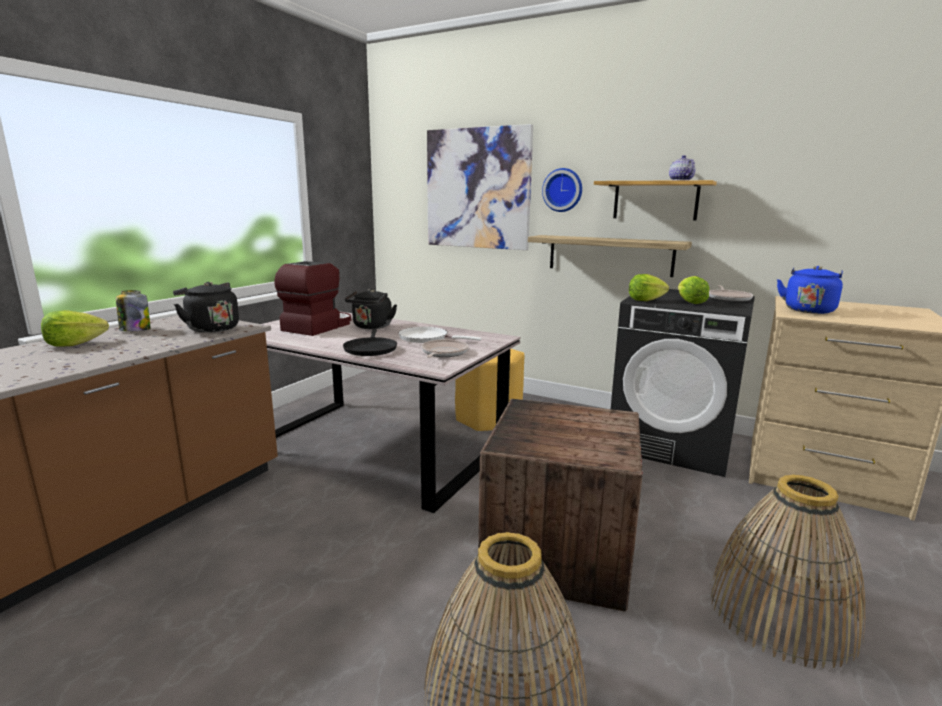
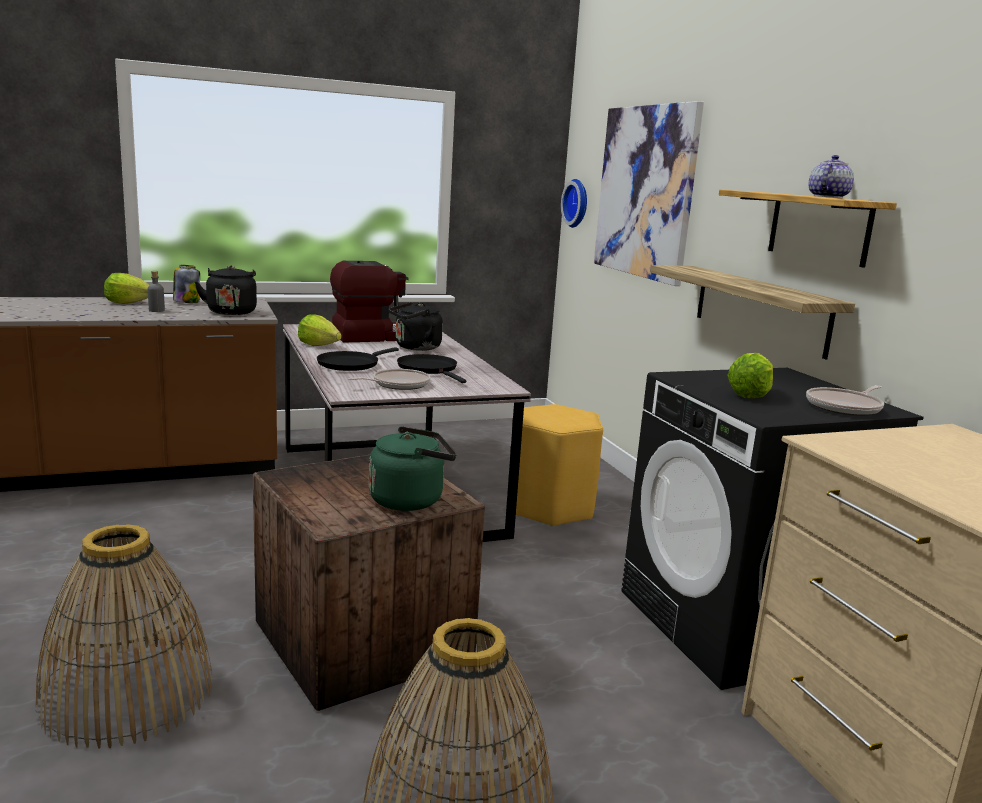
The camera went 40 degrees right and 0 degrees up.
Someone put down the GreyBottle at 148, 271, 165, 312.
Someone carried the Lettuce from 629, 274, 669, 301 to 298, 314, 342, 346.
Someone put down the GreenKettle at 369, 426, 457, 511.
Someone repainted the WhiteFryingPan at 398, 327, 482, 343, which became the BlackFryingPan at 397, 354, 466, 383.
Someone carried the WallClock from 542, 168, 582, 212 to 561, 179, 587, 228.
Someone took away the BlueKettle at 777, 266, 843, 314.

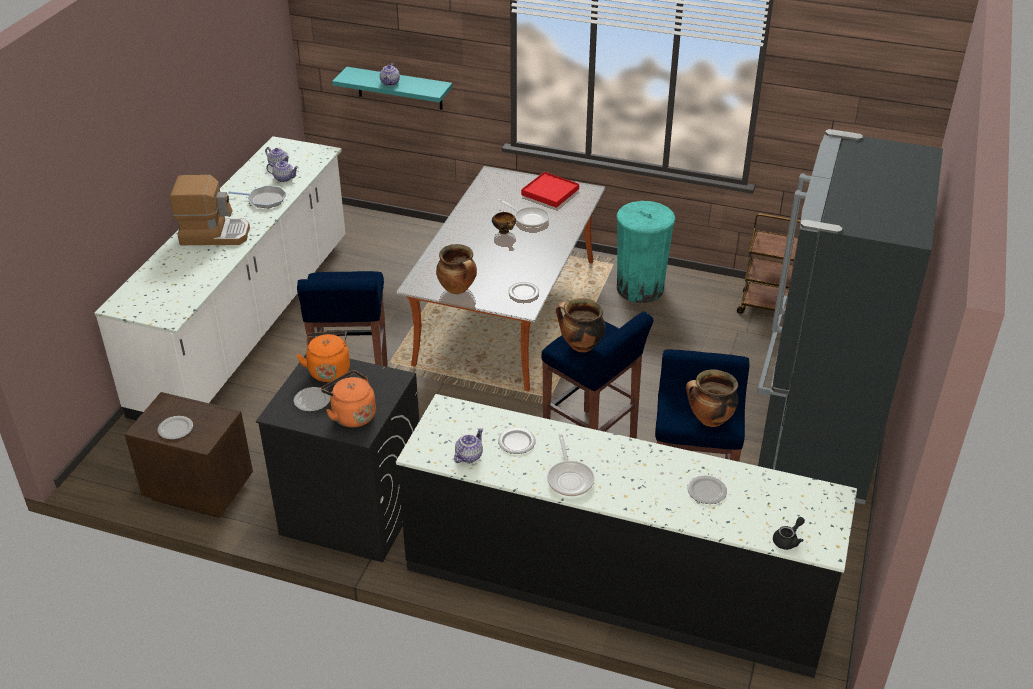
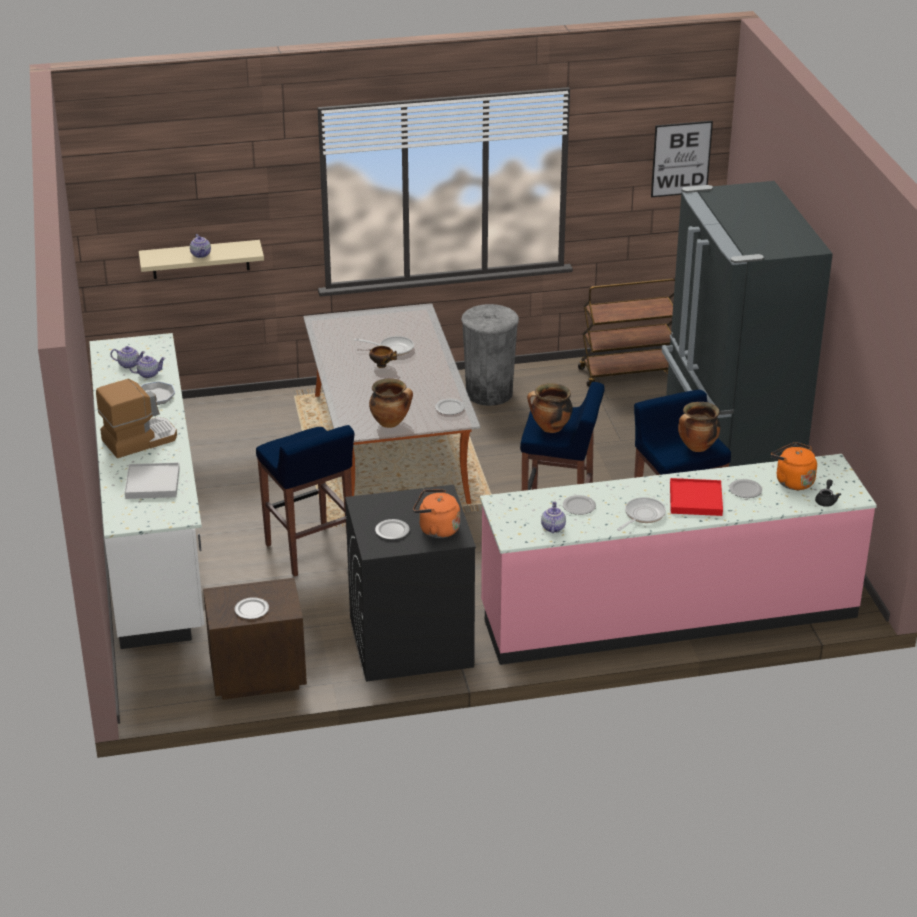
The camera went 30 degrees left and 5 degrees down.
Someone put down the WhiteTray at 125, 462, 180, 499.
Someone repainted the TurquoiseShelf at 332, 67, 452, 110, which became the BeigeShelf at 139, 240, 264, 279.
Someone repainted the TurquoiseTrashCan at 616, 201, 676, 303, which became the GreyTrashCan at 461, 304, 519, 406.
Someone repainted the BlackCounter at 396, 394, 857, 678, which became the PinkCounter at 480, 454, 877, 665.
Someone rotated the FryingPan at 547, 434, 594, 496 by 105 degrees counterclockwise.
Someone put up the Picture at 651, 121, 713, 197.
Someone carried the RedTray from 521, 172, 579, 208 to 670, 478, 723, 516.
Someone carried the OrangeKettle from 296, 331, 350, 382 to 771, 442, 817, 490.

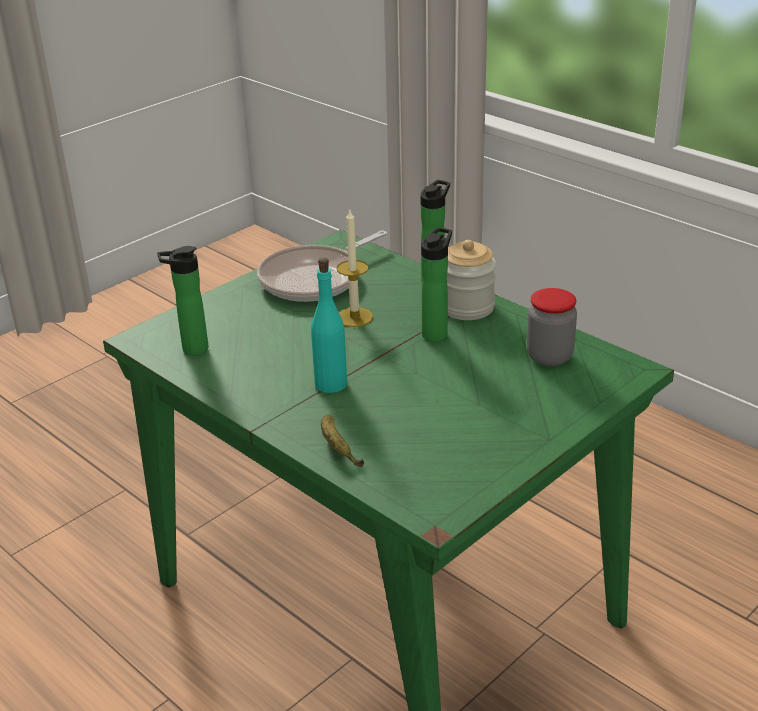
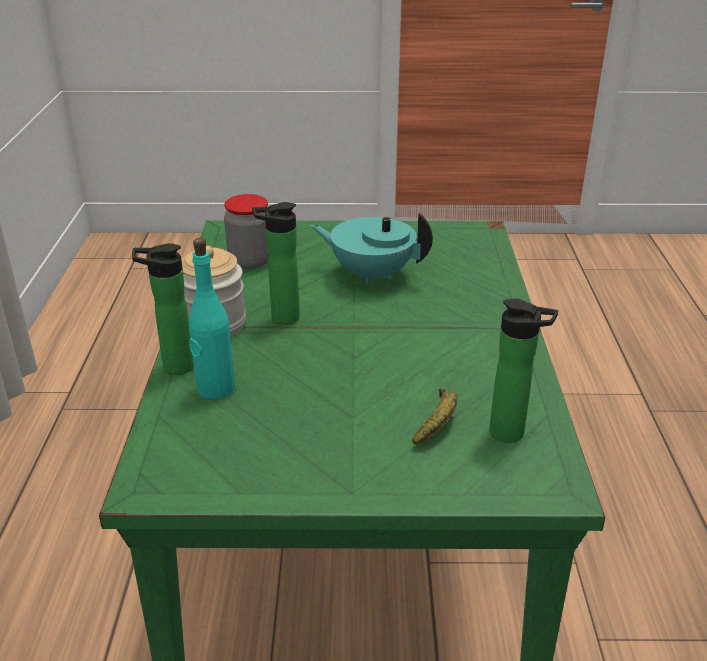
The camera went 135 degrees left and 0 degrees up.
Someone carried the TurquoiseBottle from 311, 258, 347, 393 to 189, 238, 235, 399.
Someone put down the TurquoiseTeapot at 310, 212, 433, 284.
Someone carried the Banana from 321, 415, 364, 467 to 412, 389, 457, 445.
Someone took away the FryingPan at 257, 231, 387, 302.
Someone took away the Candle at 337, 210, 373, 327.

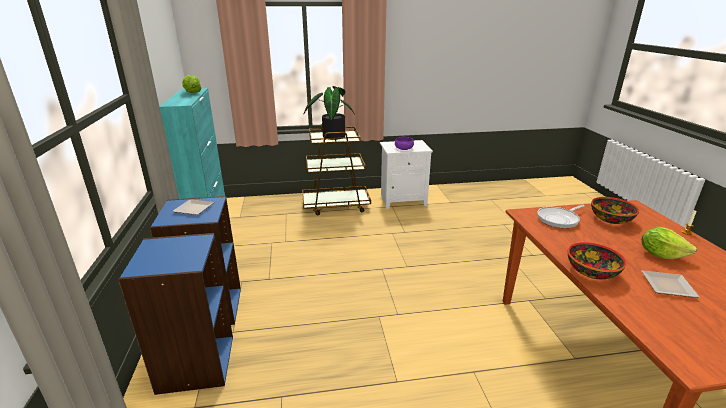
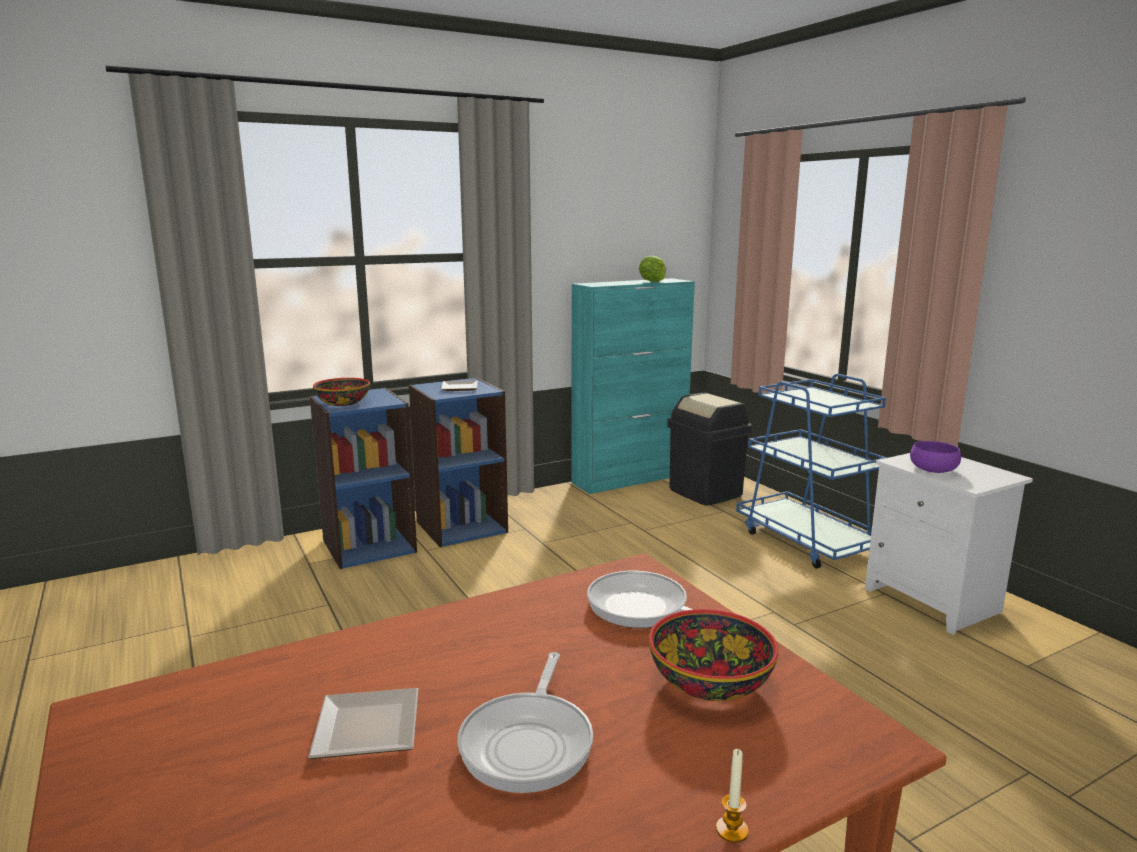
The camera went 70 degrees right and 10 degrees down.
Someone carried the Bowl from 568, 242, 627, 279 to 313, 378, 370, 406.
Someone swapped the Lettuce at 642, 227, 697, 259 for the FryingPan at 457, 652, 593, 793.
Someone put down the BlackTrashCan at 667, 393, 752, 506.
Someone repainted the BrownCart at 302, 125, 371, 216, which became the BlueCart at 736, 374, 887, 569.
Someone took away the PottedPlant at 304, 86, 355, 140.

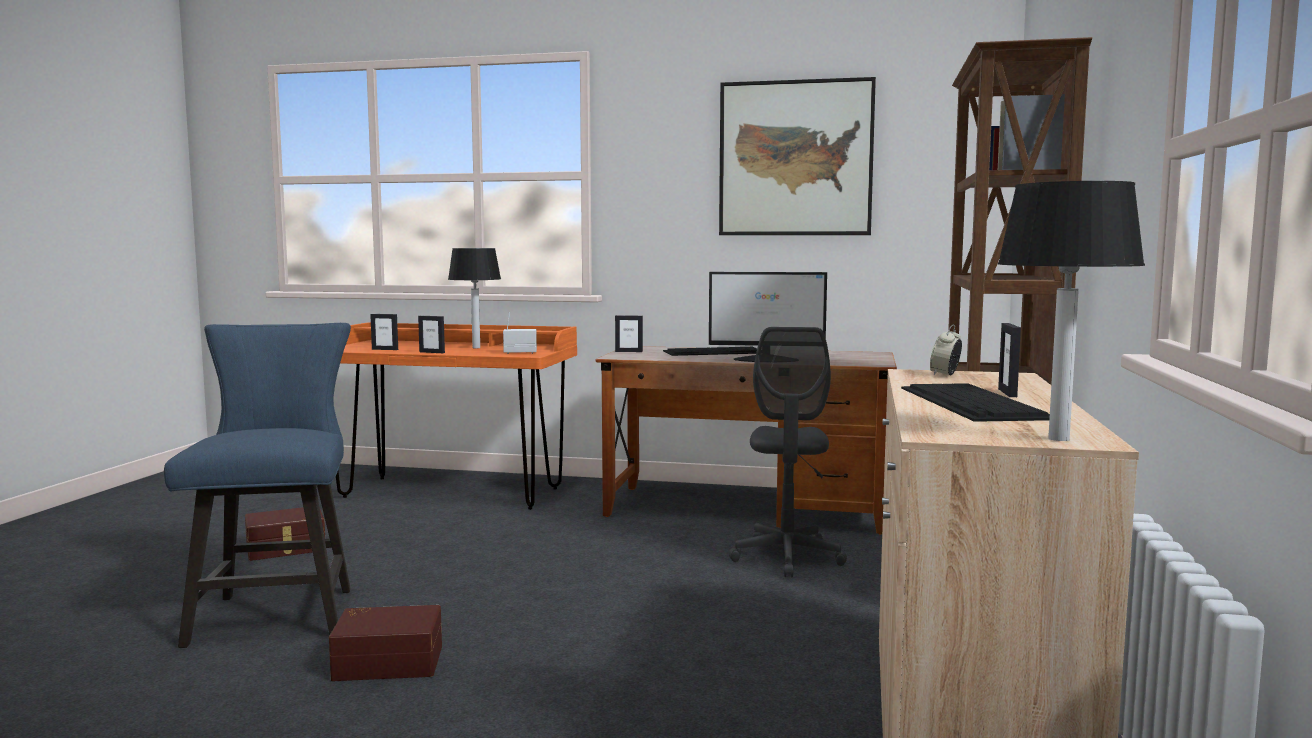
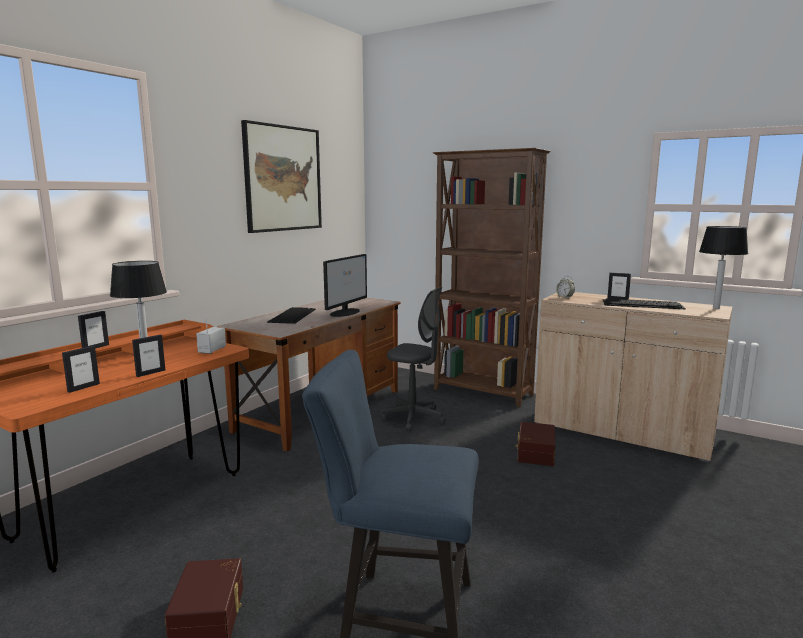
The camera went 70 degrees left and 5 degrees up.
Someone carried the PictureFrame from 615, 315, 643, 352 to 78, 311, 109, 349.
Someone carried the BrownStorageBox from 329, 605, 442, 681 to 516, 422, 555, 466.

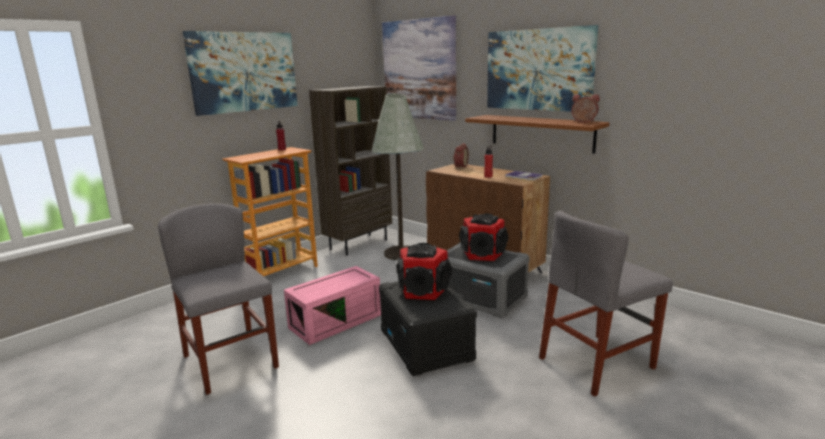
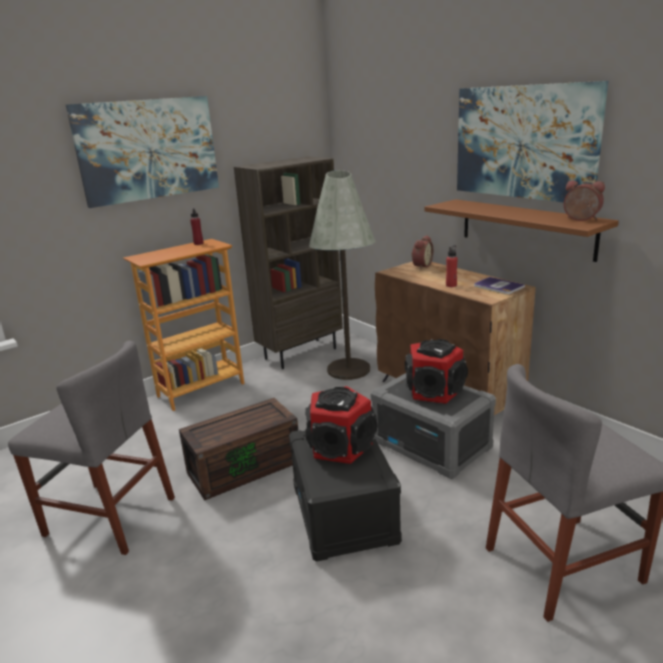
The camera went 10 degrees right and 5 degrees up.
Someone rotated the GreyChair at 158, 203, 279, 395 by 135 degrees clockwise.
Someone repainted the PinkStorageBox at 284, 266, 381, 345, which became the BrownStorageBox at 179, 398, 298, 500.
Someone took away the Picture at 382, 15, 456, 121.

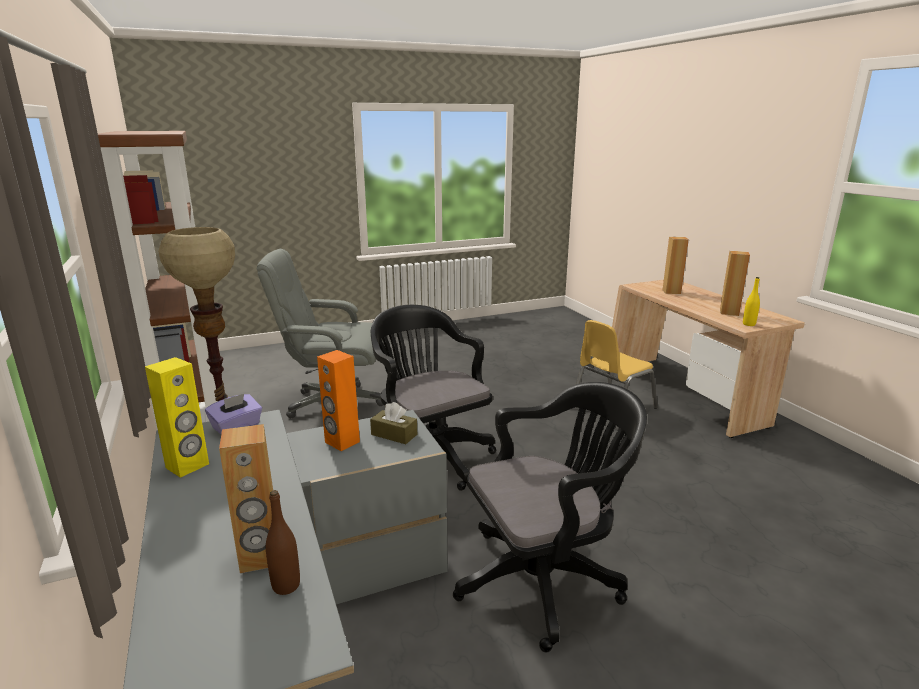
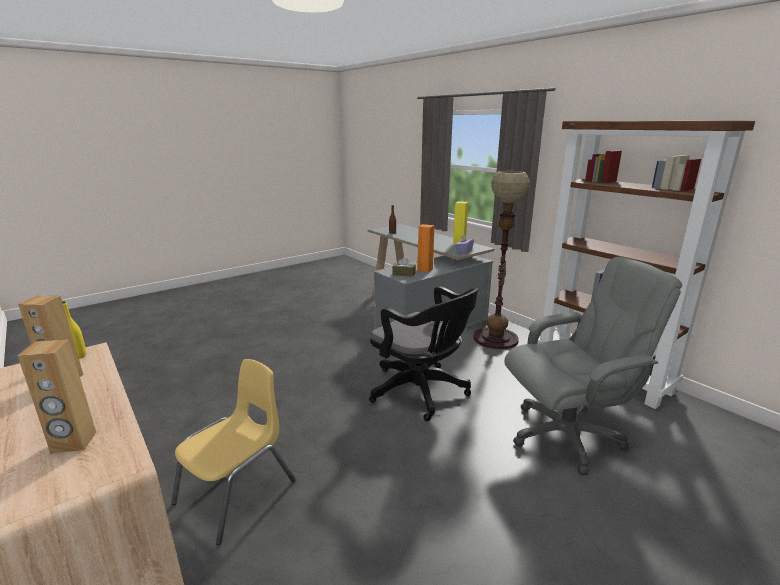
The camera went 165 degrees right and 0 degrees up.
Someone took away the BrownSpeaker at 219, 424, 273, 573.
Someone took away the BlackOfficeChair at 453, 382, 647, 653.

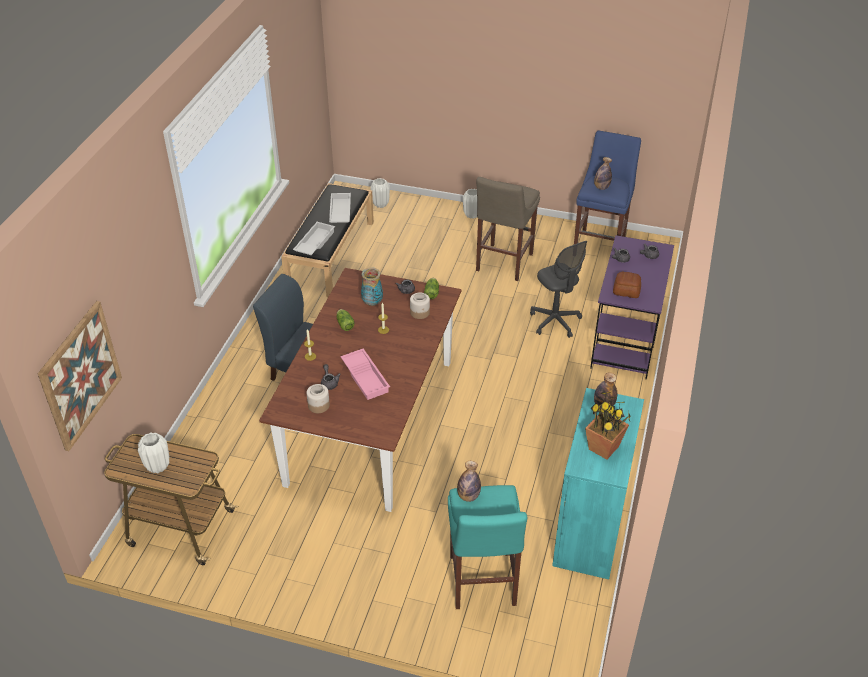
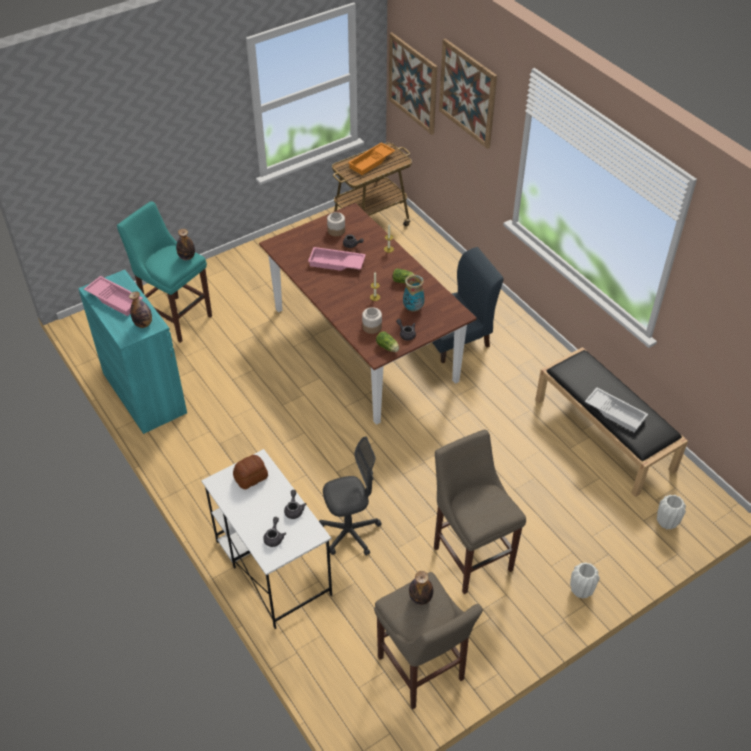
The camera went 130 degrees right and 5 degrees up.
Someone swapped the PottedPlant at 585, 392, 631, 460 for the PinkTray at 84, 276, 143, 316.
Someone repainted the PurpleDesk at 590, 235, 674, 379, which became the WhiteDesk at 201, 449, 332, 629.
Someone rotated the GreyOfficeChair at 530, 241, 587, 338 by 150 degrees clockwise.
Someone swapped the WhiteVase at 138, 432, 169, 473 for the OrangeTray at 348, 142, 395, 175.
Someone repainted the BlueStool at 574, 131, 641, 244, which became the BeigeStool at 374, 572, 483, 710.
Someone put up the Picture at 439, 38, 497, 149.
Someone took away the WhiteTray at 293, 222, 335, 255.

